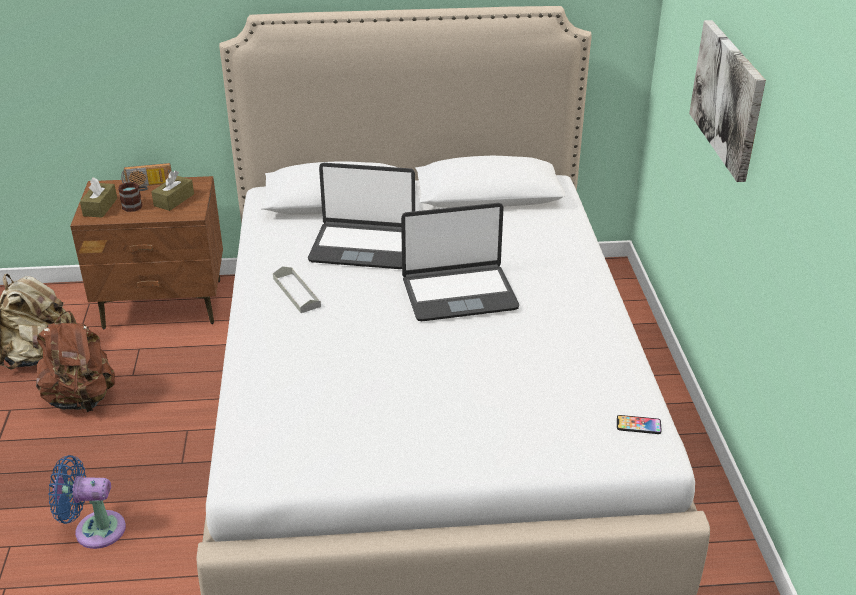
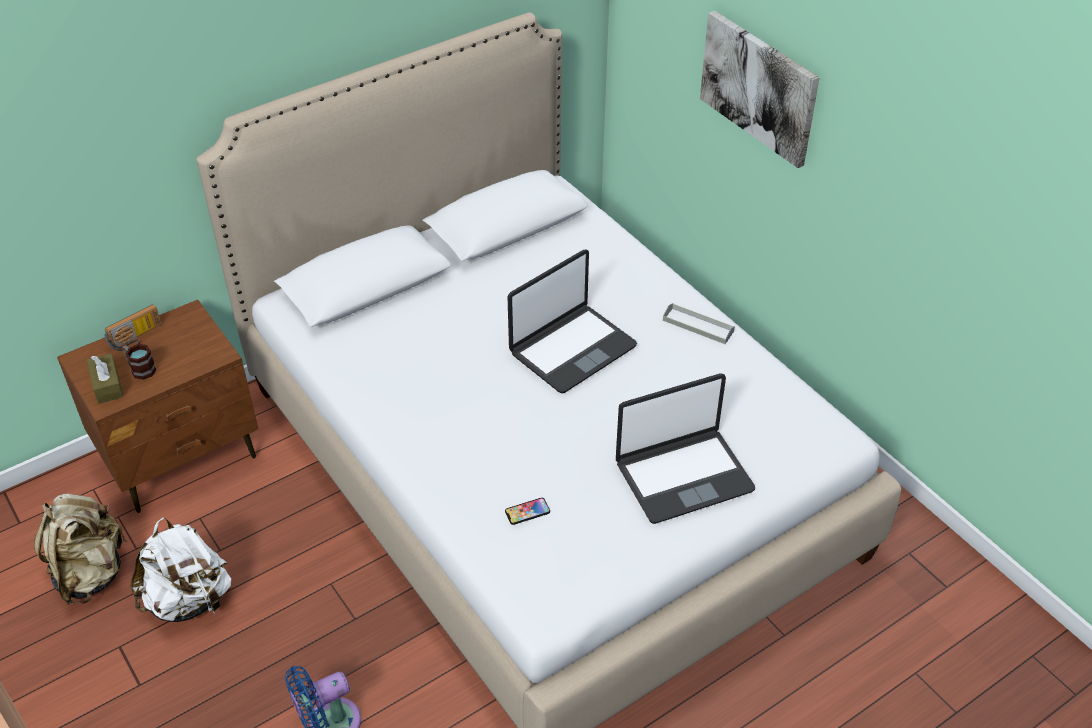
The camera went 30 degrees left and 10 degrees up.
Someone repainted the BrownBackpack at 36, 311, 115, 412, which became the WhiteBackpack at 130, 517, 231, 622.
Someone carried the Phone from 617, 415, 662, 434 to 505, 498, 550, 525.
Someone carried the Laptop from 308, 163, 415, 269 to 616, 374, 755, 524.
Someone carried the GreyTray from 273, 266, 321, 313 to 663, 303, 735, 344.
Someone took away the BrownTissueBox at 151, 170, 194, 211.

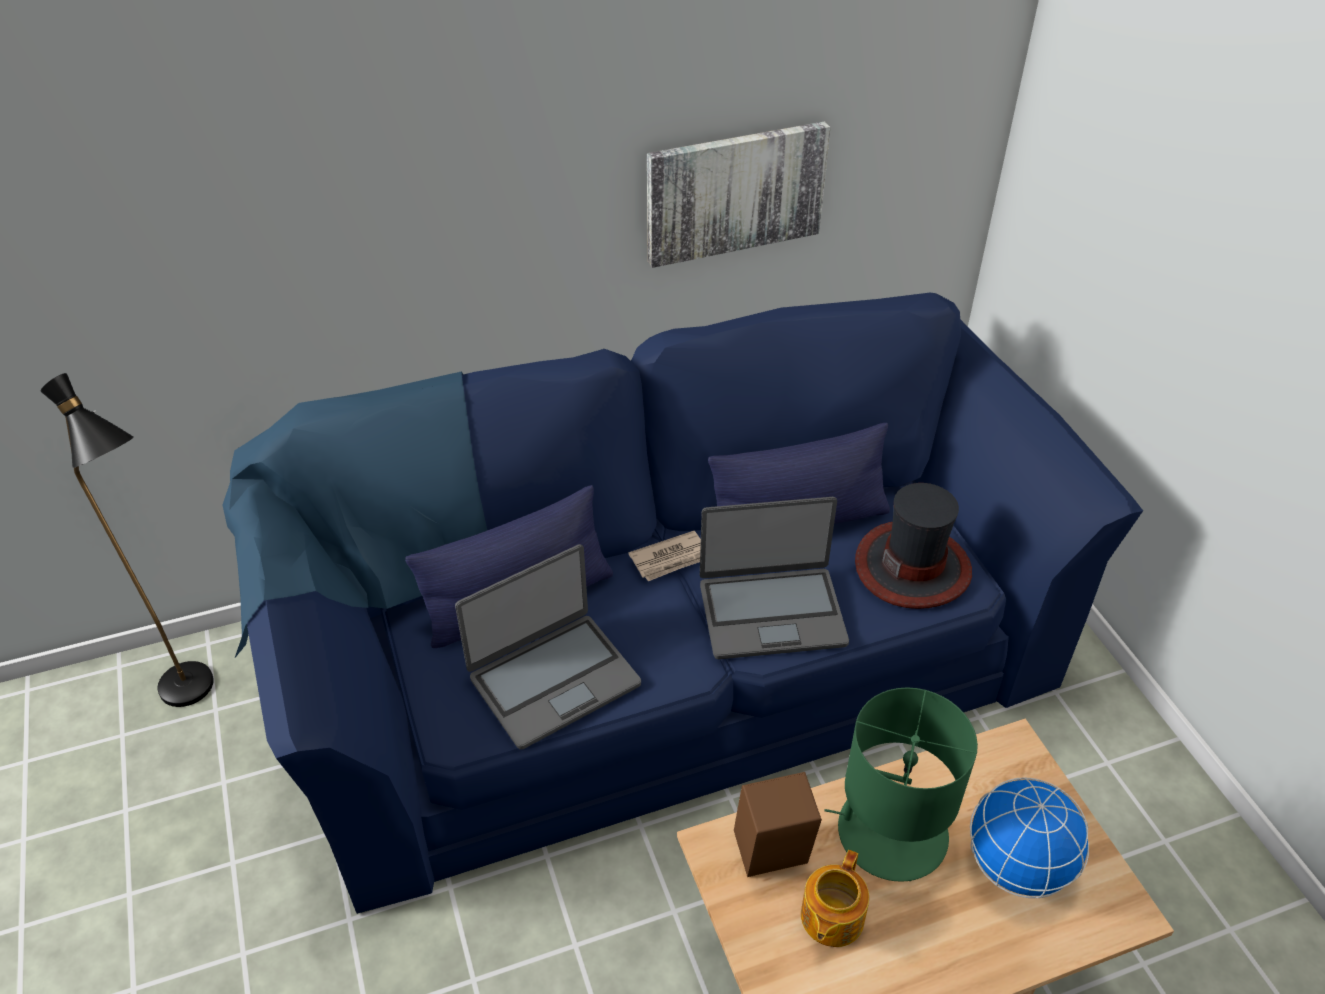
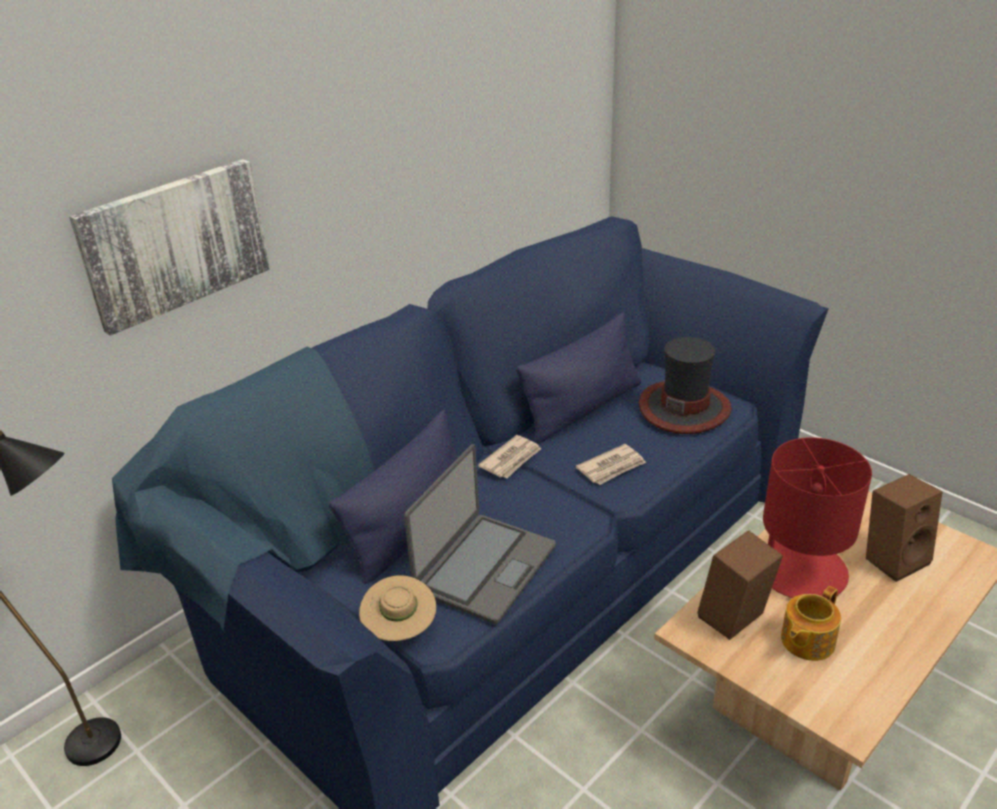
The camera went 25 degrees left and 10 degrees down.
Someone carried the Picture from 647, 121, 831, 268 to 69, 159, 270, 336.
Someone put down the BeigeHat at 359, 575, 436, 641.
Someone swapped the Laptop at 700, 497, 849, 659 for the Newspaper at 576, 444, 646, 485.
Someone repainted the GreenTableLamp at 824, 687, 978, 881, which became the RedTableLamp at 763, 437, 872, 598.
Someone rotated the Teapot at 801, 850, 869, 947 by 45 degrees clockwise.
Someone swapped the Globe at 970, 777, 1089, 898 for the BrownSpeaker at 866, 474, 942, 582.

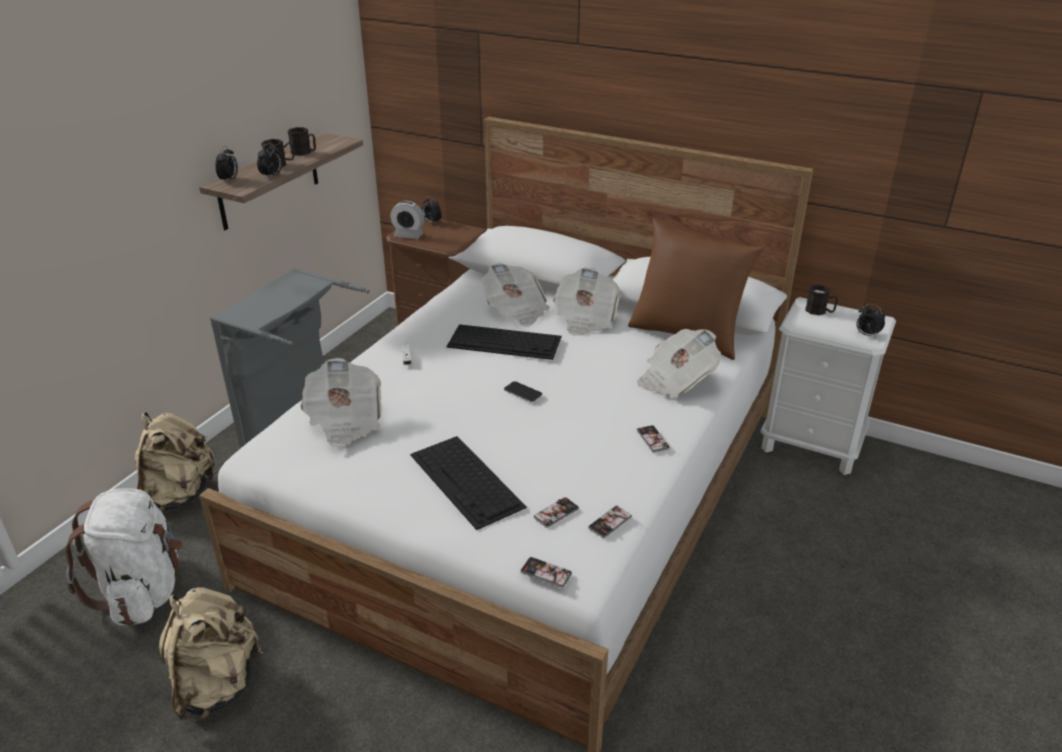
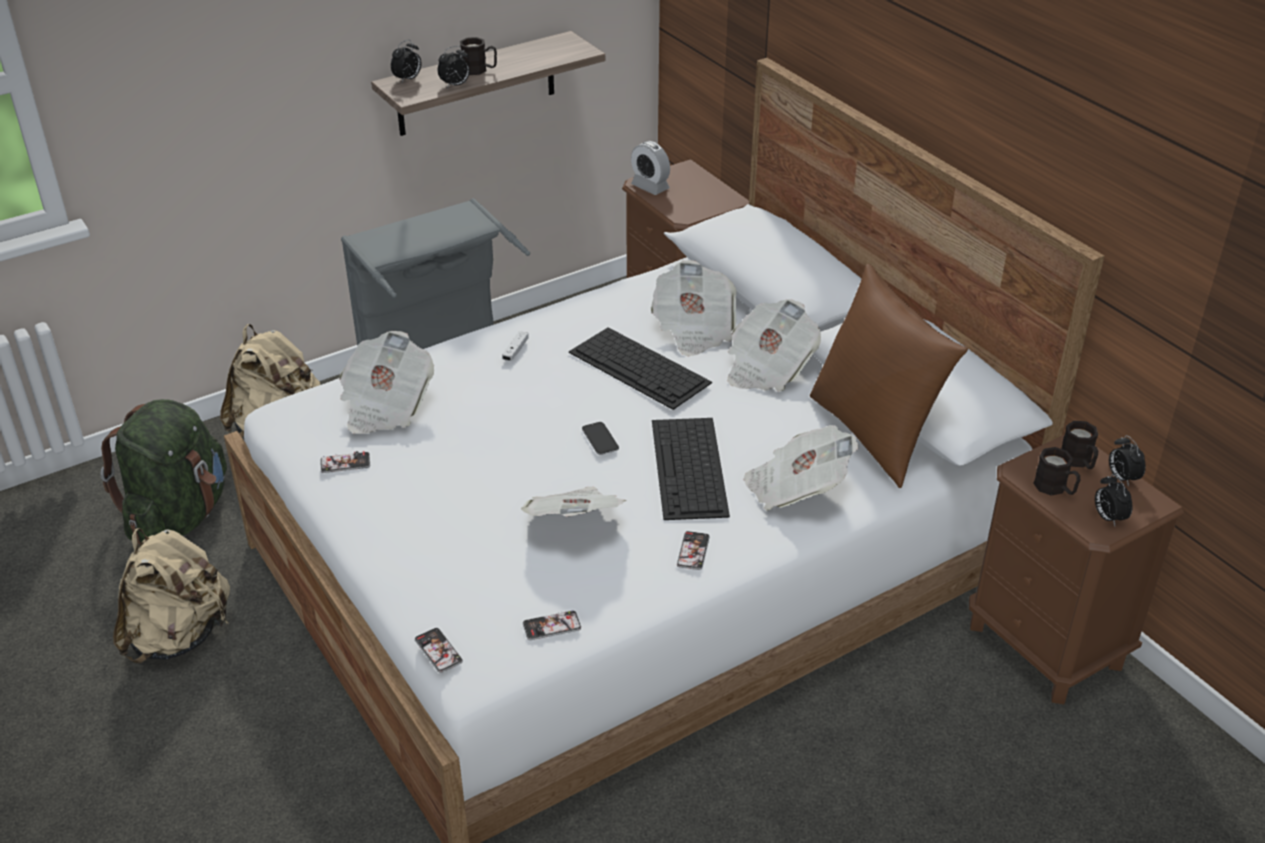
The camera went 30 degrees right and 5 degrees up.
Someone repainted the WhiteBackpack at 66, 488, 183, 626, which became the GreenBackpack at 100, 399, 227, 545.
Someone carried the Phone from 533, 497, 579, 528 to 320, 451, 370, 473.
Someone put down the Newspaper at 521, 487, 626, 517.
Someone carried the Keyboard from 410, 436, 527, 530 to 652, 418, 730, 520.
Someone repainted the WhiteNightstand at 761, 297, 896, 475, which became the BrownNightstand at 969, 435, 1184, 704.
Someone carried the BlackMug from 287, 127, 316, 156 to 1033, 447, 1080, 495.
Someone carried the AlarmClock from 422, 196, 442, 225 to 1109, 435, 1146, 487.

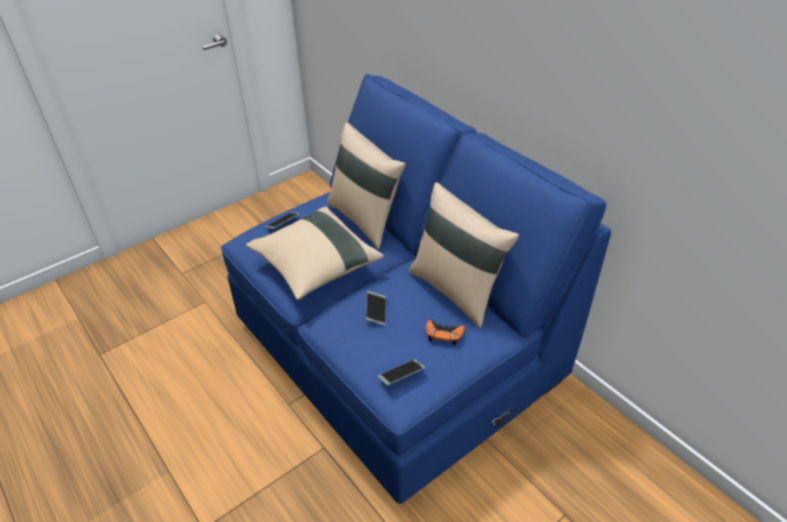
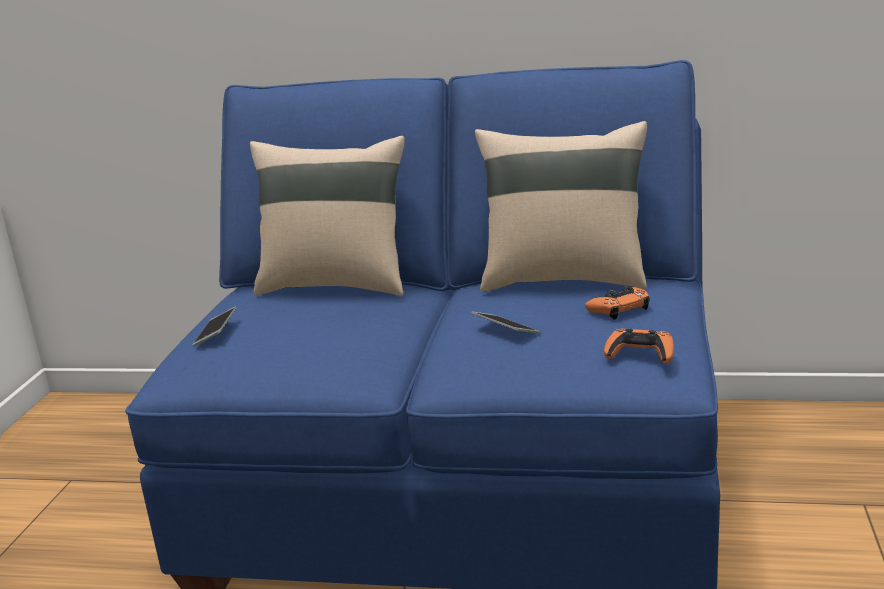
The camera went 40 degrees left and 20 degrees down.
Someone swapped the Phone at 378, 359, 425, 385 for the OrangeGameController at 604, 328, 674, 364.
Someone took away the BeigePillow at 246, 206, 384, 300.

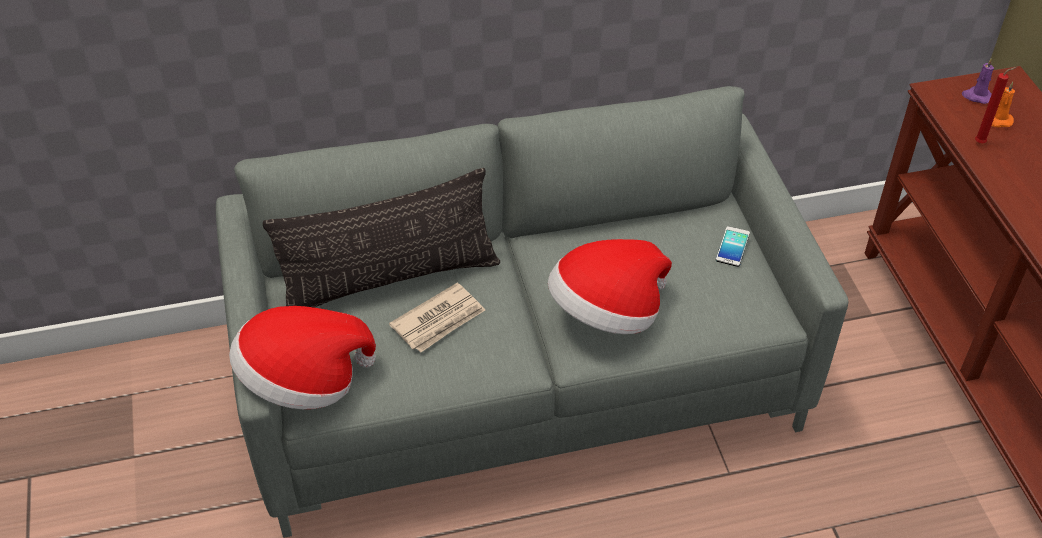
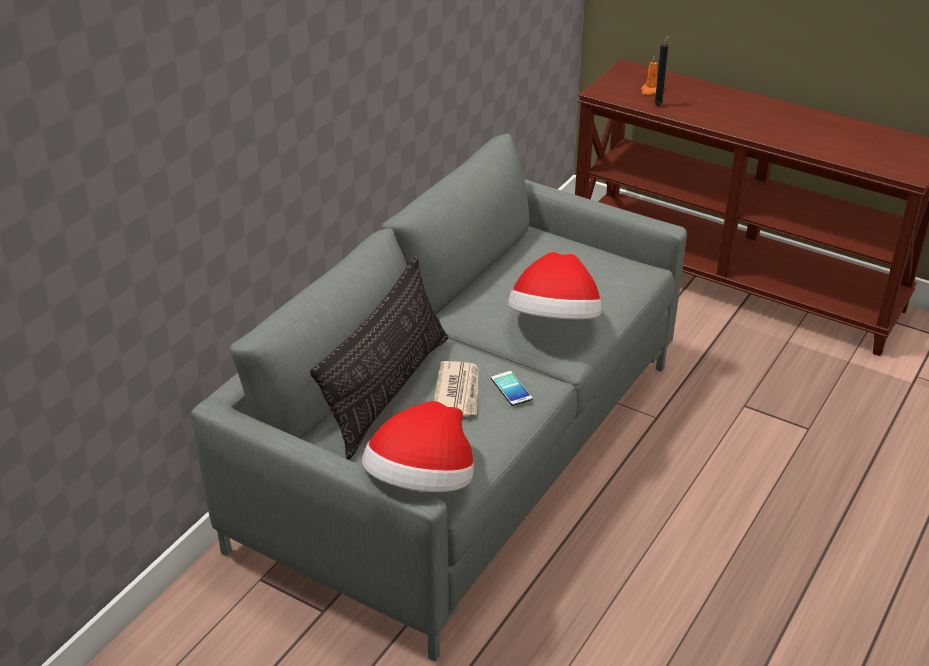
The camera went 45 degrees left and 10 degrees down.
Someone carried the Phone from 716, 226, 750, 267 to 491, 371, 533, 406.
Someone repainted the RedCandle at 975, 67, 1017, 143, which became the BlackCandle at 654, 36, 669, 105.
Someone took away the PurpleCandle at 962, 58, 994, 104.

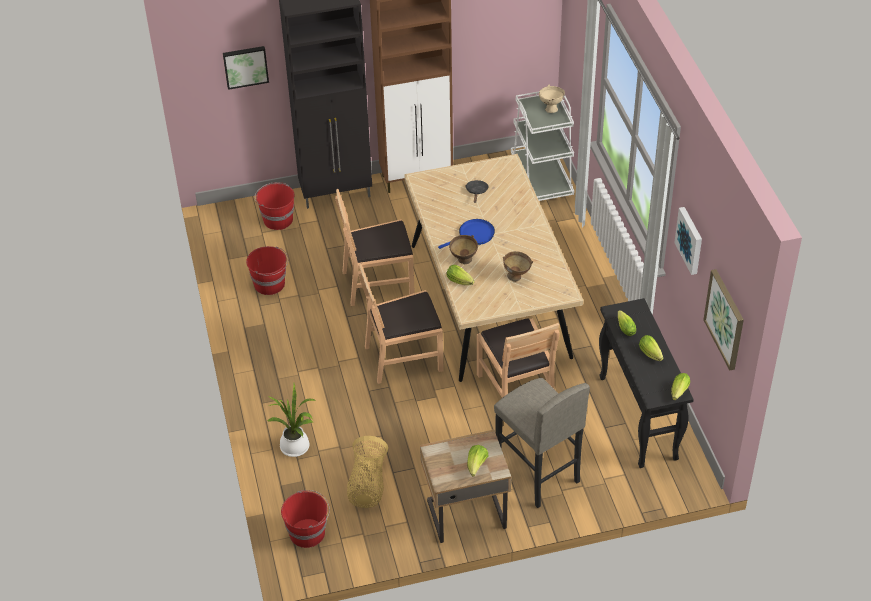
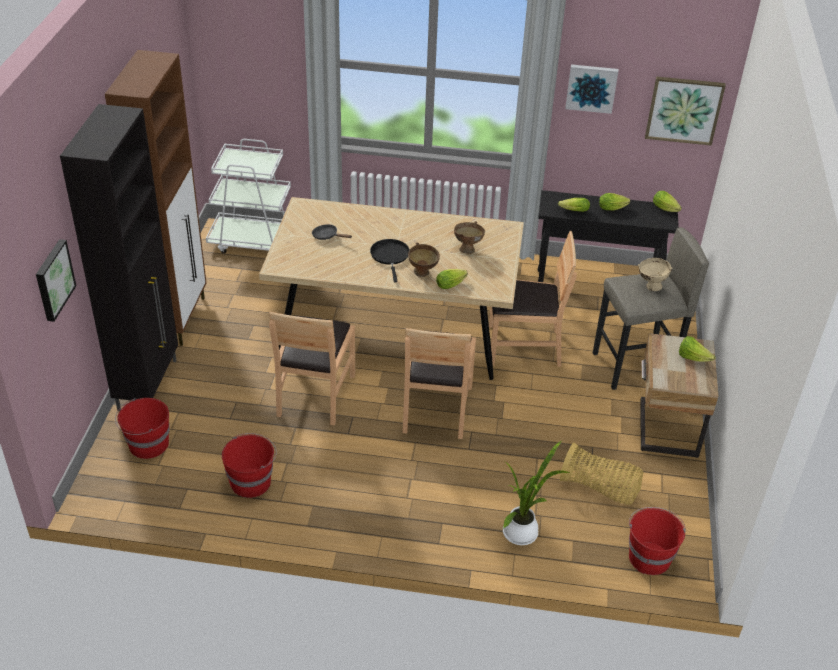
The camera went 70 degrees left and 5 degrees down.
Someone repainted the BlueFryingPan at 438, 219, 495, 249, which became the BlackFryingPan at 370, 239, 410, 283.
Someone carried the BeigeBowl from 539, 85, 565, 113 to 638, 258, 672, 291.

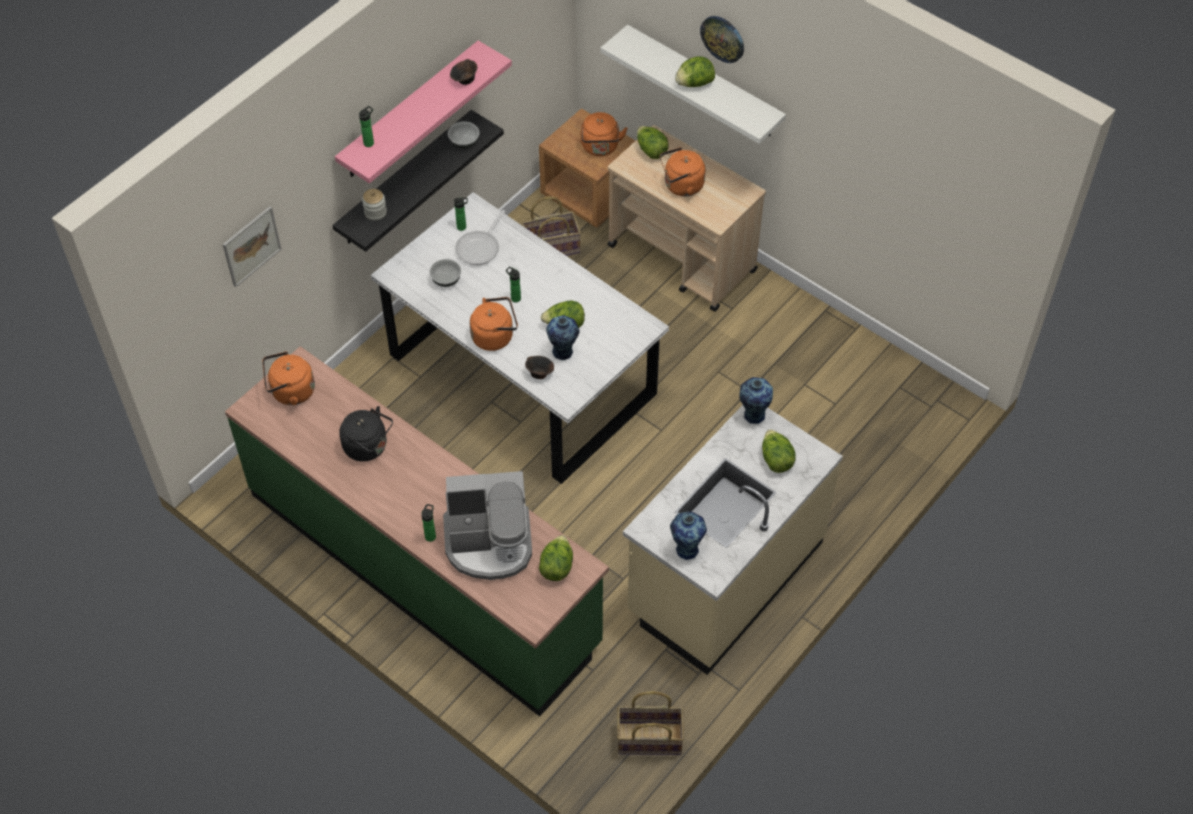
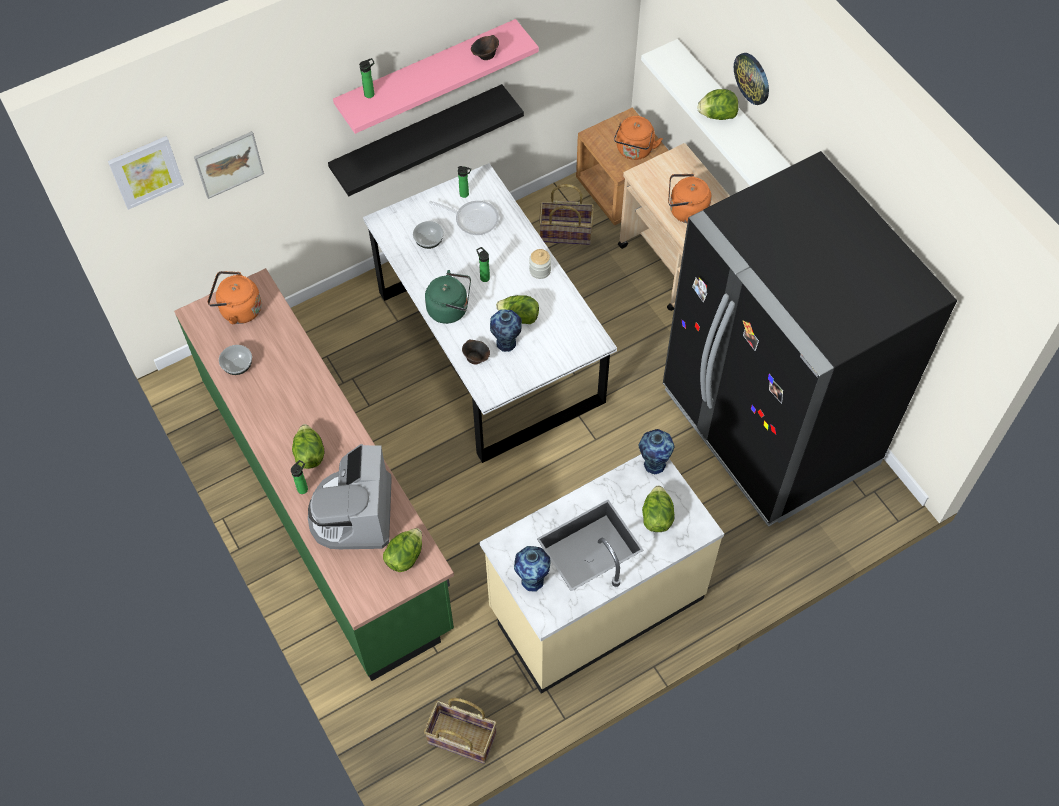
The camera went 20 degrees right and 5 degrees up.
Someone put up the Picture at 108, 136, 184, 210.
Someone carried the Bowl from 448, 121, 479, 148 to 219, 345, 252, 375.
Someone carried the Lettuce from 637, 126, 669, 159 to 292, 424, 324, 469.
Someone rotated the CoffeeMachine at 443, 471, 532, 580 by 75 degrees clockwise.
Someone repainted the OrangeKettle at 470, 297, 518, 351, which became the GreenKettle at 425, 270, 471, 324.
Someone rotated the FryingPan at 455, 210, 505, 265 by 120 degrees counterclockwise.
Someone carried the Jar from 362, 189, 387, 221 to 529, 249, 551, 279.
Someone put down the BlackFridge at 663, 151, 957, 527.
Someone took away the BlackKettle at 339, 406, 393, 462.

